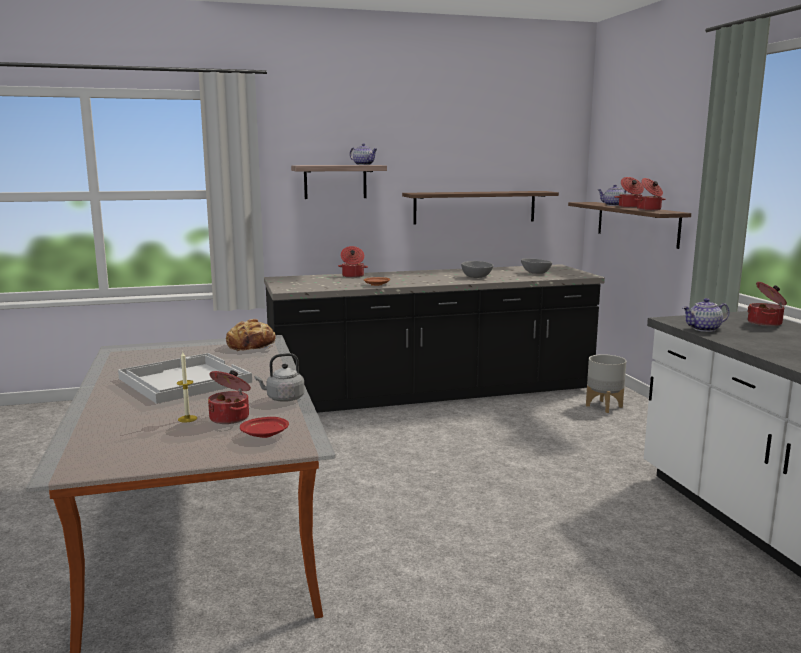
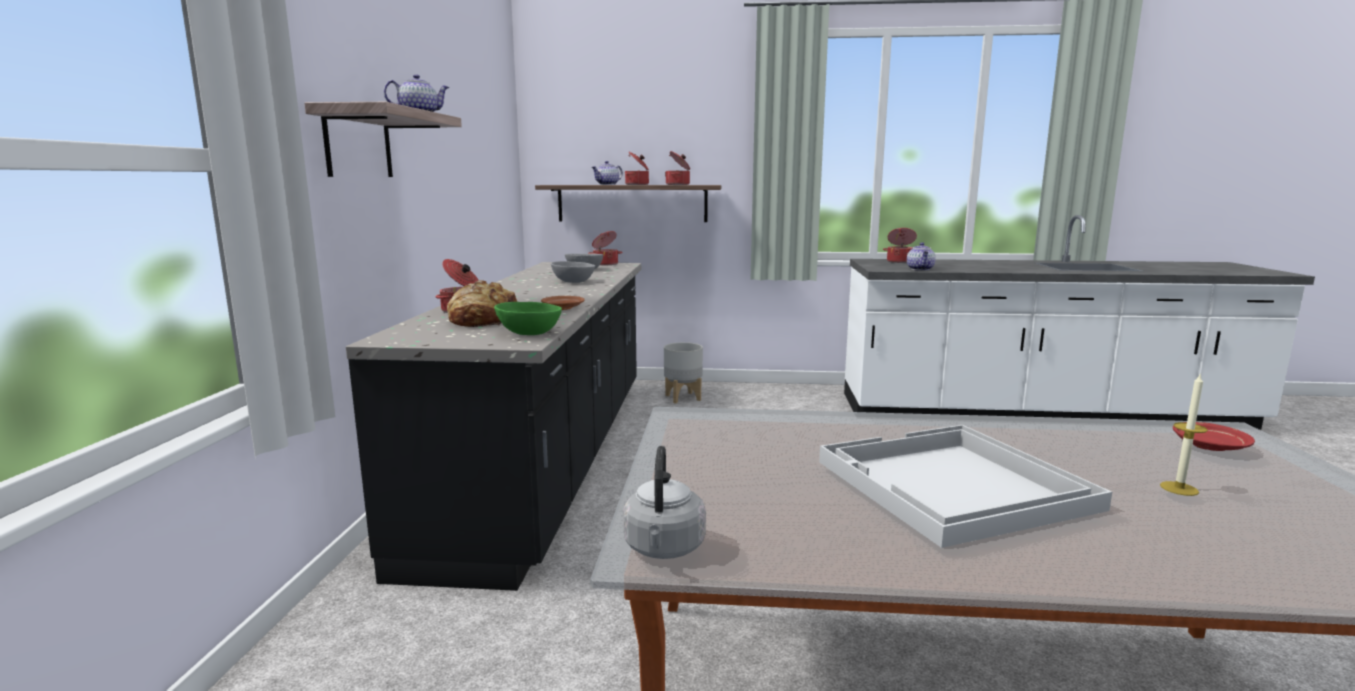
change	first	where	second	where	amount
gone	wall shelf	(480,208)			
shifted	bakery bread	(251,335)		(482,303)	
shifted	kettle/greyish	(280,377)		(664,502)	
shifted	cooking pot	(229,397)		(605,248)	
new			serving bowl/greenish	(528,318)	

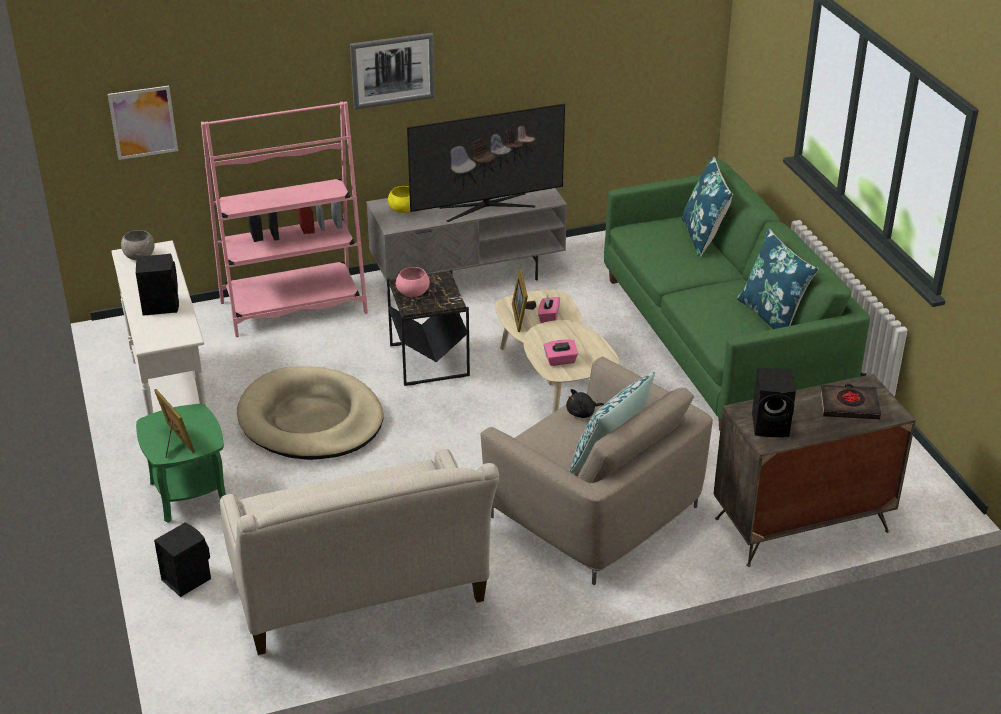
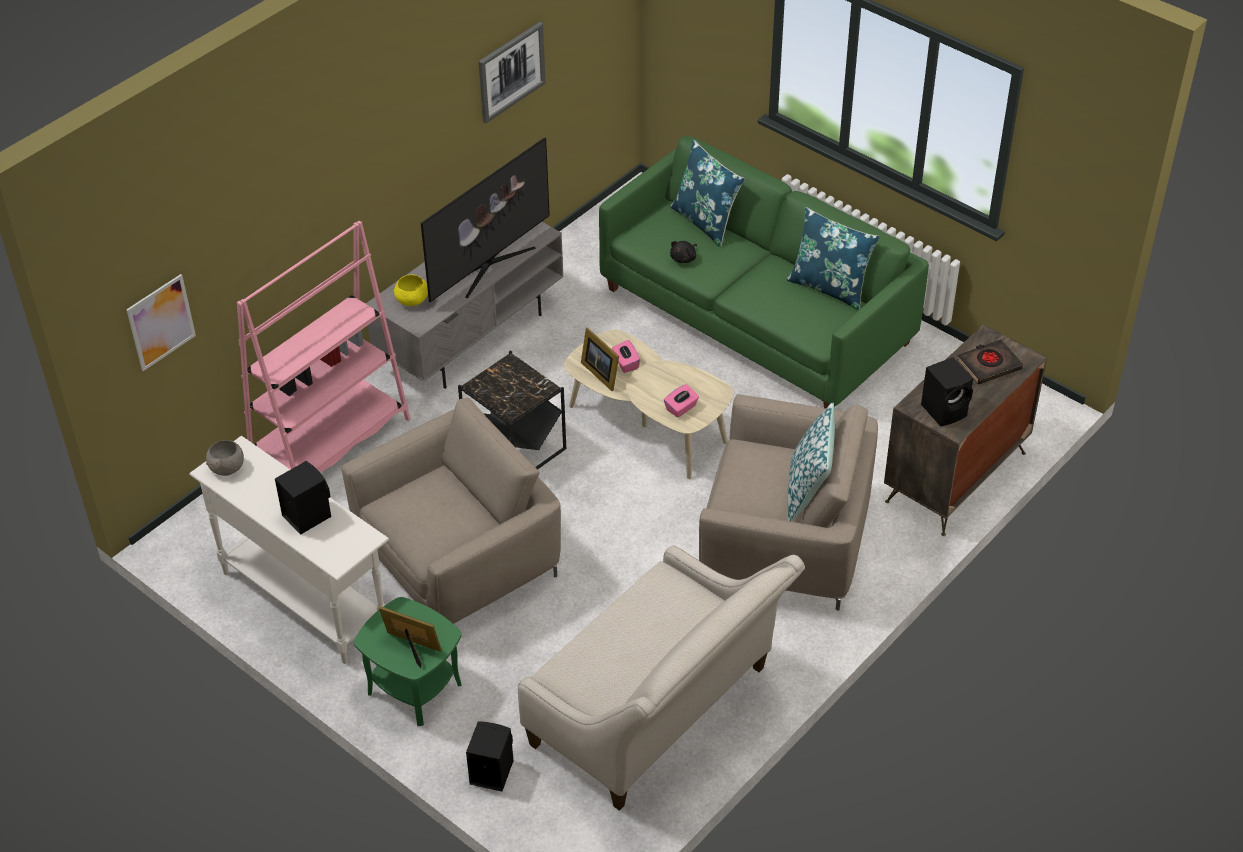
change	first	where	second	where	amount
shifted	wall picture	(392,71)		(512,72)	
gone	serving bowl/pinkish	(413,282)			
swapped	dog bed/beige	(310,413)	easy chair/beige	(451,511)	
shifted	cuddly toy/blackish	(585,403)		(683,252)	

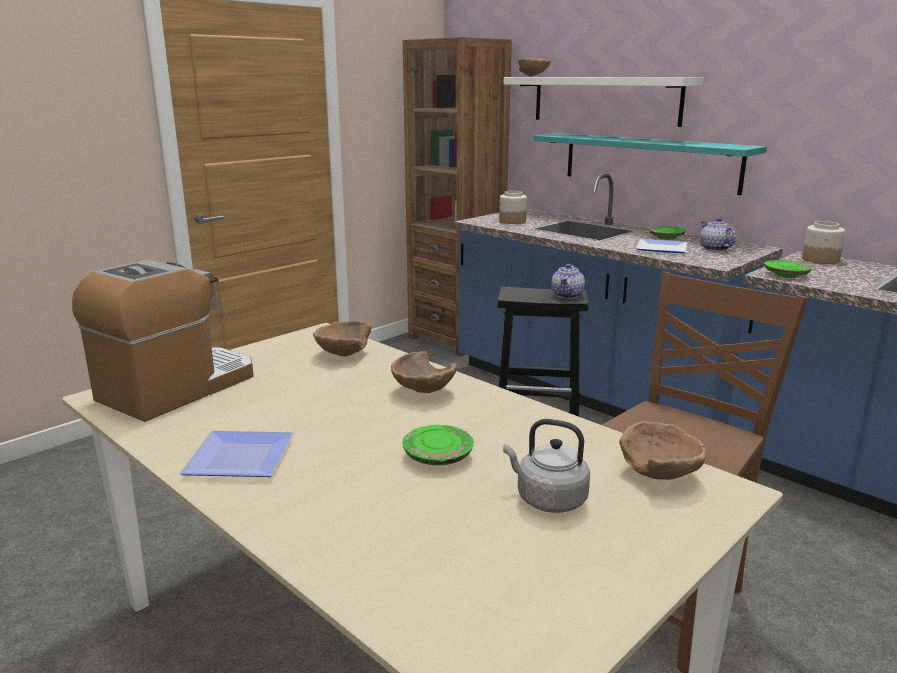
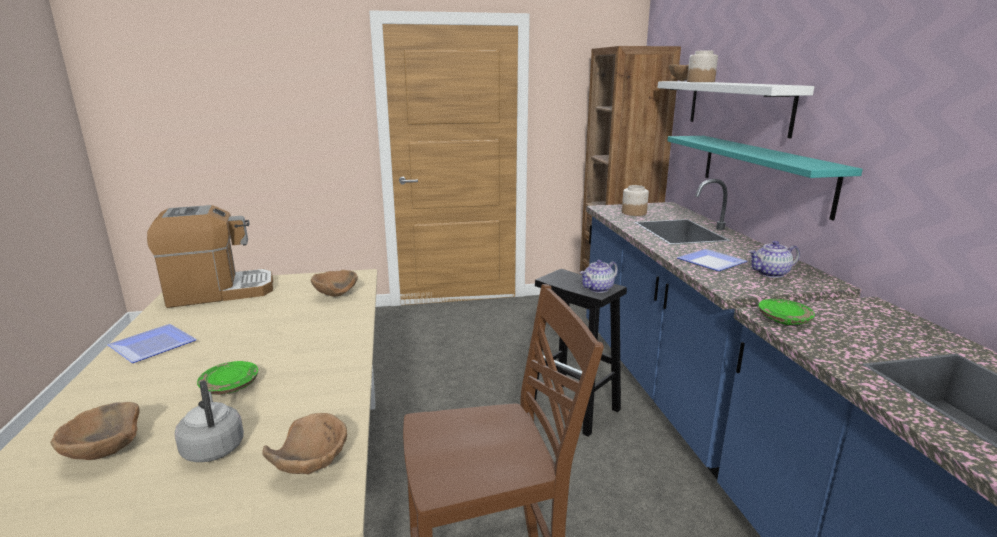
change	first	where	second	where	amount
rotated	teapot	(718,234)		(774,259)	120 degrees counterclockwise
shifted	jar	(823,242)		(702,66)	
gone	dinner plate/greenish	(667,232)			
shifted	serving bowl/brownish	(424,372)		(95,431)	

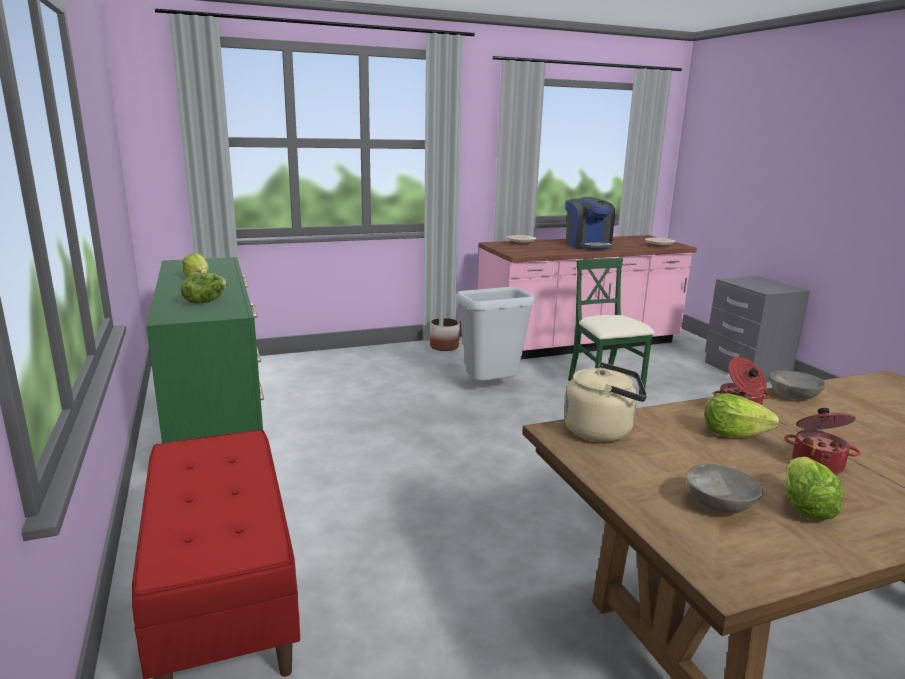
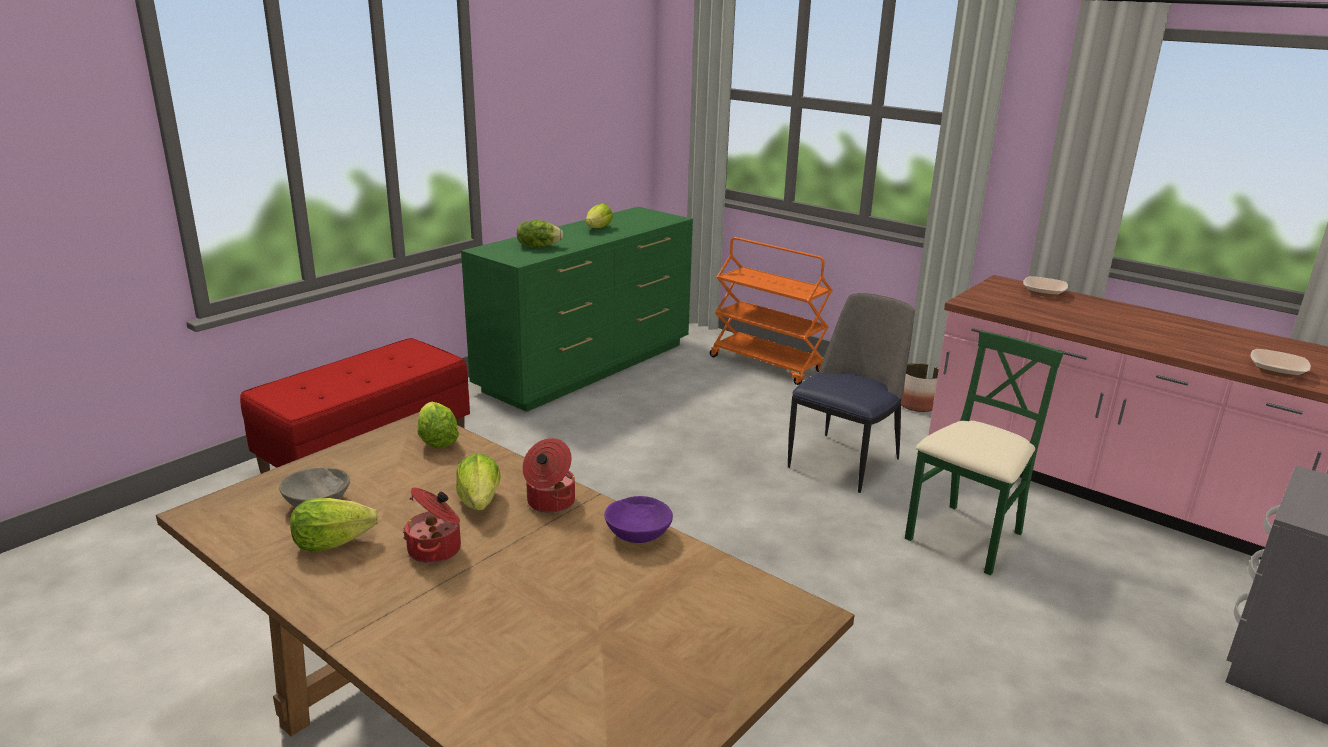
change	first	where	second	where	amount
gone	coffee maker	(590,223)			
swapped	rubbish bin/greyish	(495,334)	upright chair	(851,393)	
swapped	kettle/beige	(605,402)	lettuce	(438,425)	
repainted	serving bowl/greyish	(797,385)	serving bowl/purple	(638,519)	
new			trolley/orange	(771,311)	

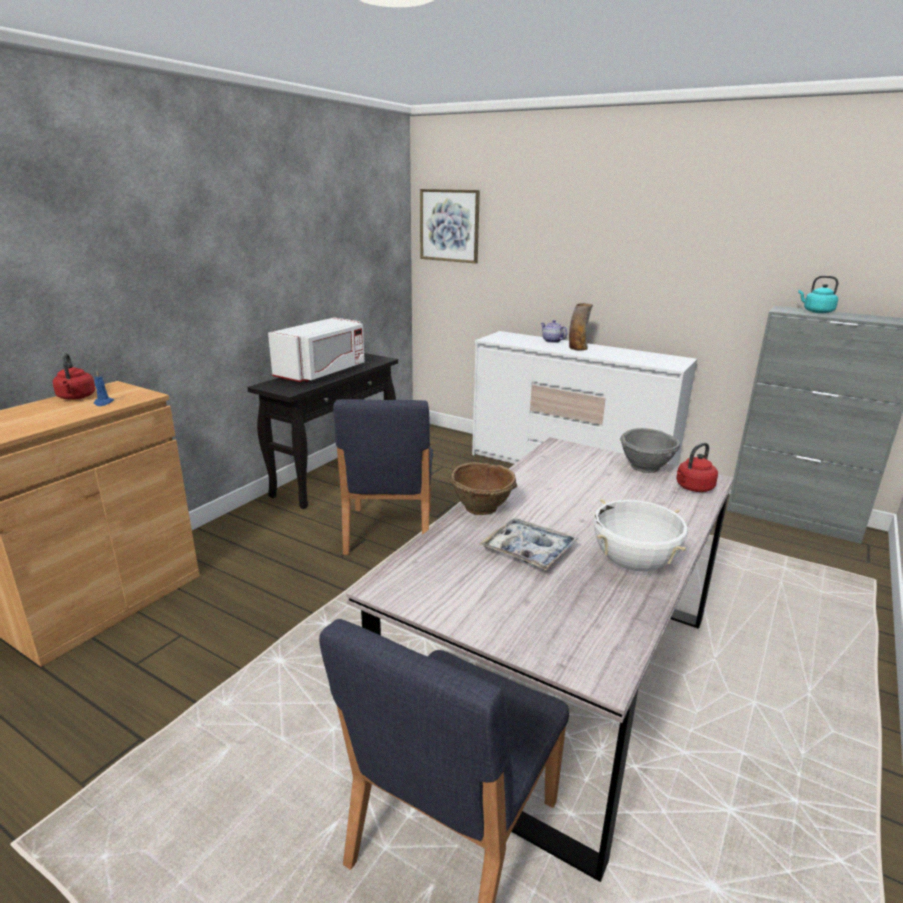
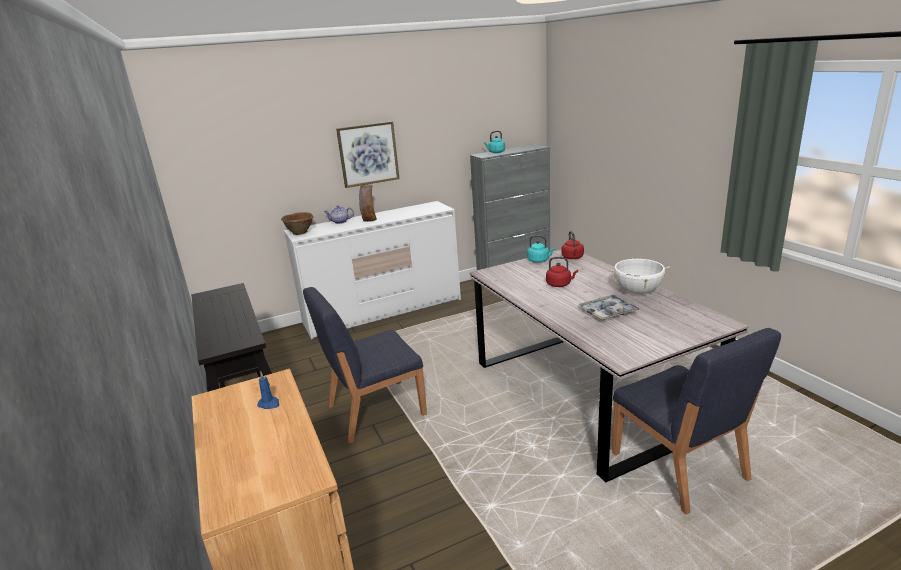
change	first	where	second	where	amount
shifted	wall picture	(450,226)		(367,154)	
gone	microwave oven/white-coloured	(316,349)			
shifted	kettle/red-coloured	(74,376)		(562,272)	
rotated	upright chair/bluish	(383,477)		(365,365)	120 degrees clockwise
swapped	serving bowl/greyish	(650,450)	kettle/turquoise	(541,249)	
shifted	serving bowl/brownish	(483,488)		(297,223)	

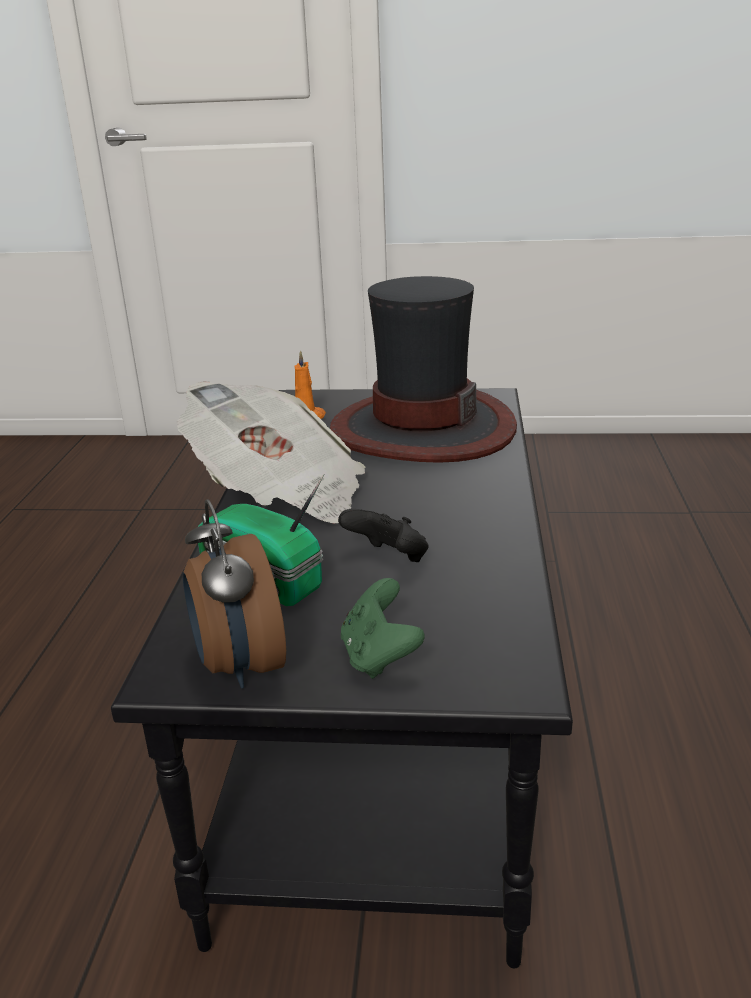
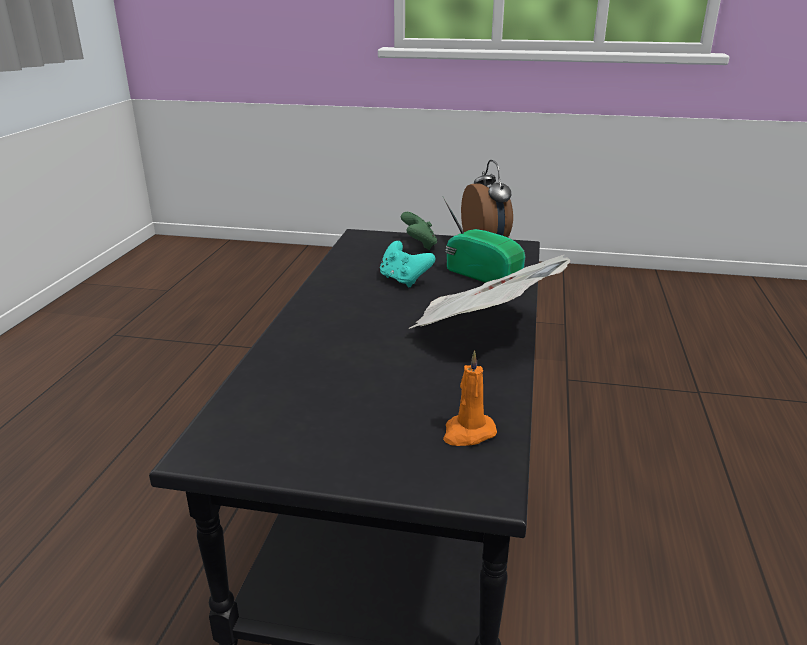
change	first	where	second	where	amount
gone	hat	(423,369)			
repainted	gamepad/blackish	(383,535)	gamepad/turquoise	(407,264)	

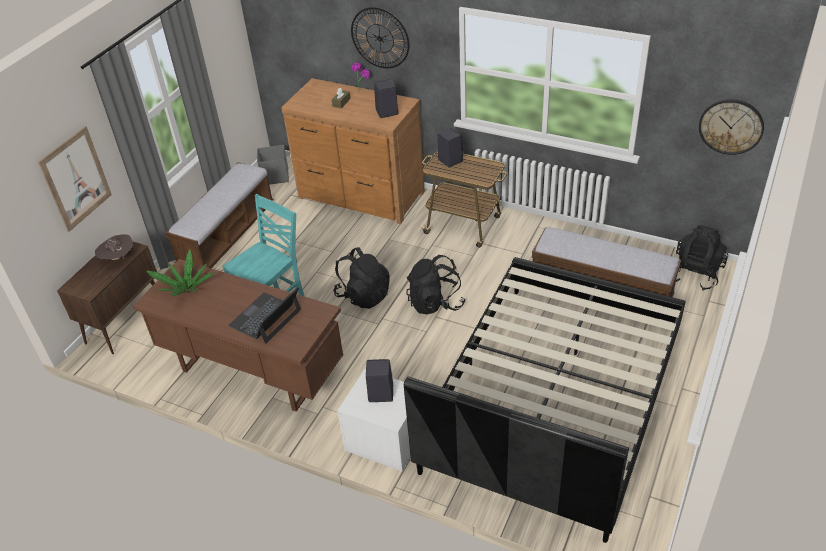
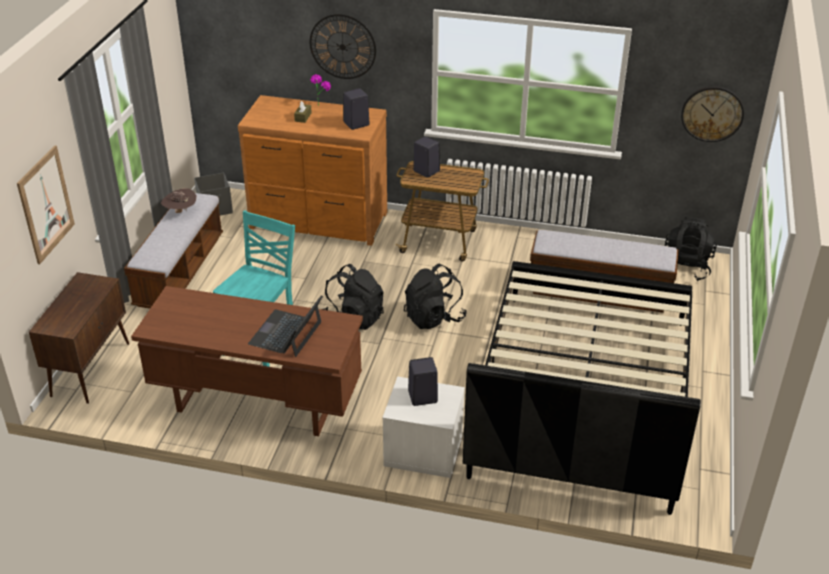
change	first	where	second	where	amount
shifted	hat/brownish	(114,247)		(179,200)	
gone	potted plant	(180,272)			

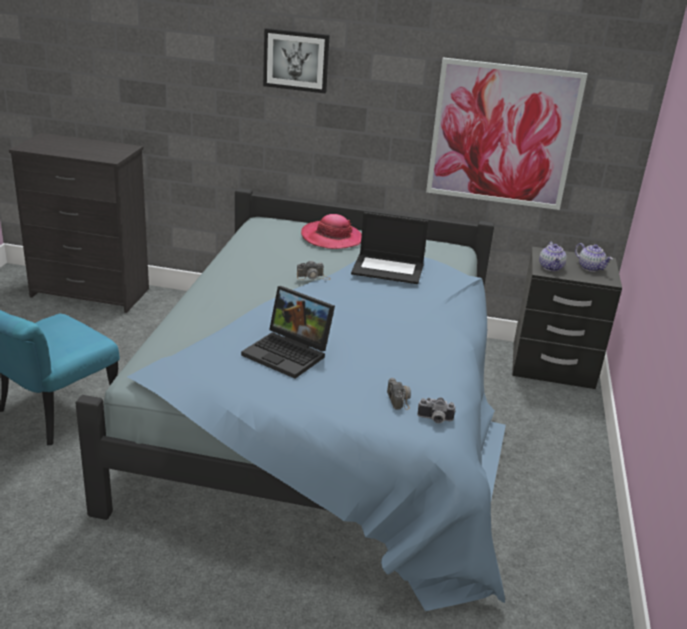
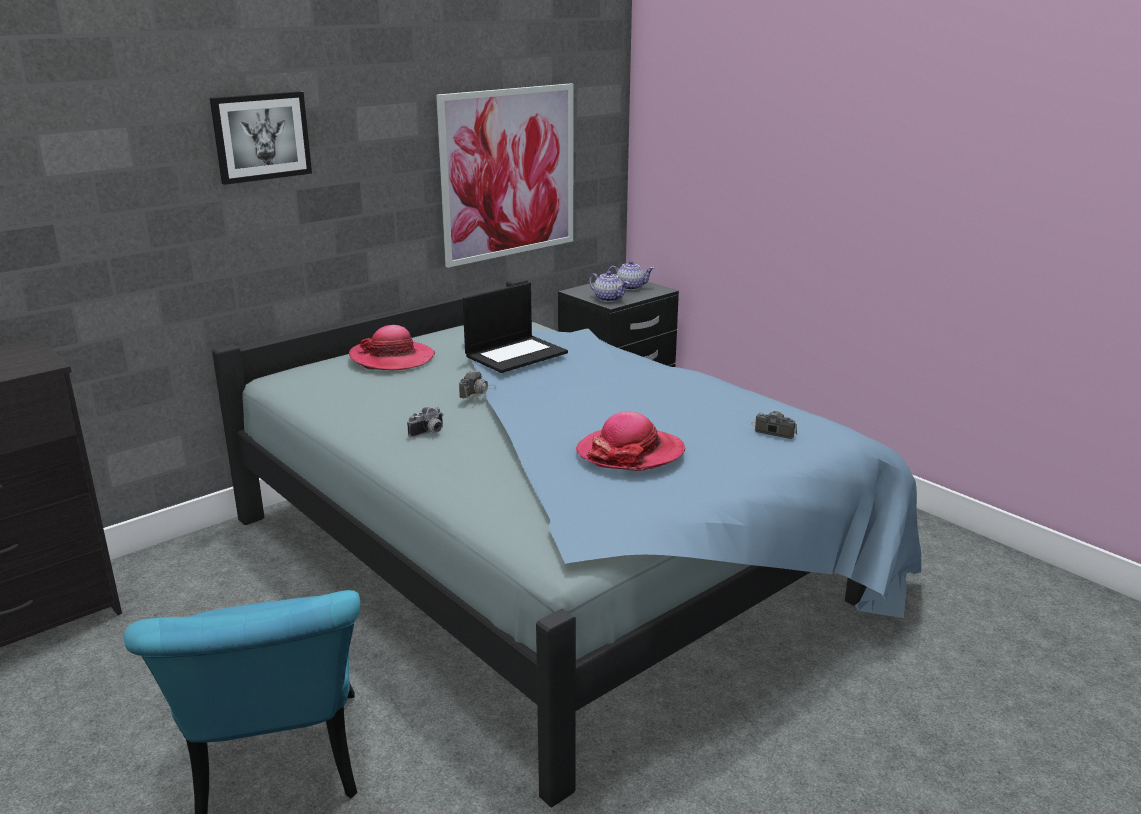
change	first	where	second	where	amount
swapped	laptop	(288,332)	hat	(630,441)	
shifted	still camera	(437,410)		(425,422)	

